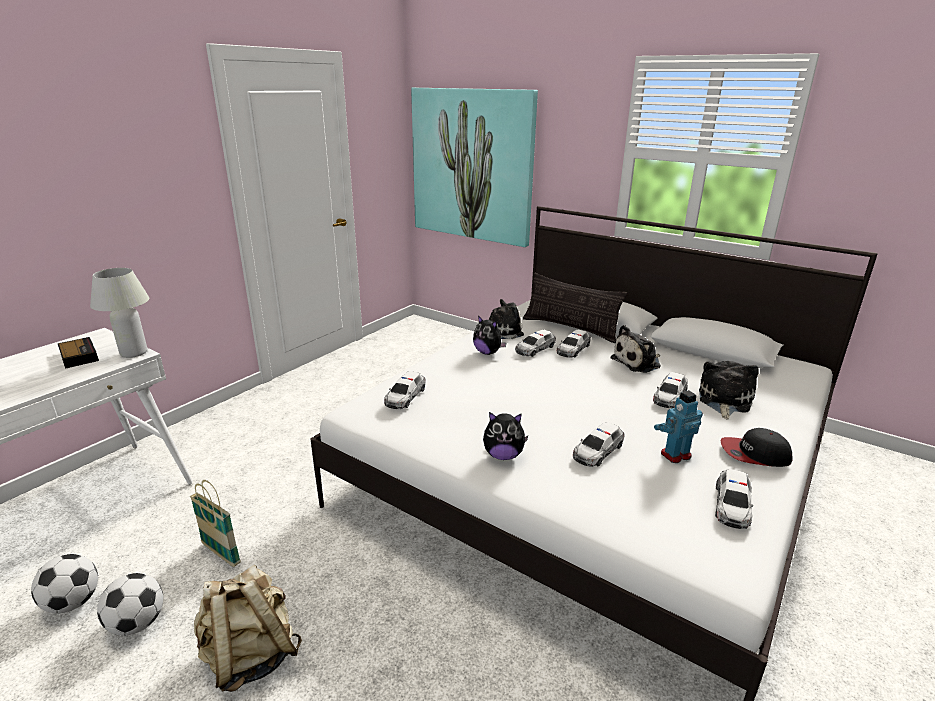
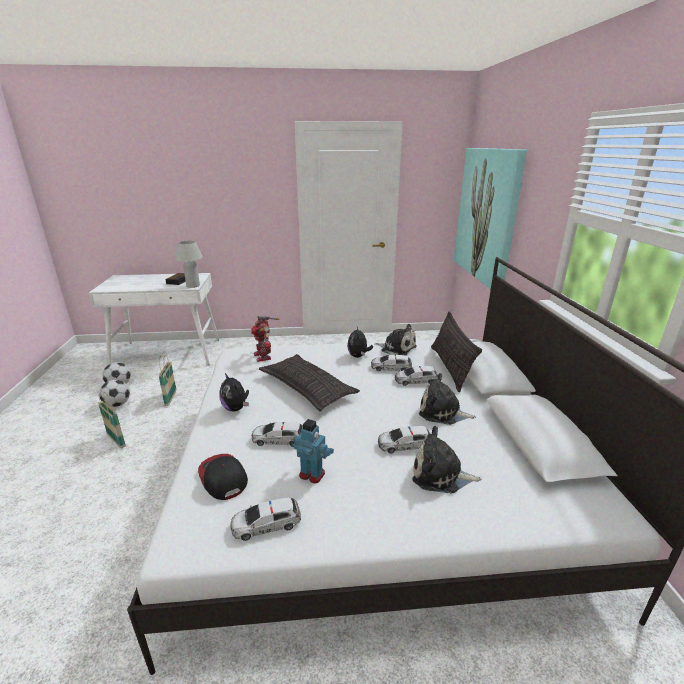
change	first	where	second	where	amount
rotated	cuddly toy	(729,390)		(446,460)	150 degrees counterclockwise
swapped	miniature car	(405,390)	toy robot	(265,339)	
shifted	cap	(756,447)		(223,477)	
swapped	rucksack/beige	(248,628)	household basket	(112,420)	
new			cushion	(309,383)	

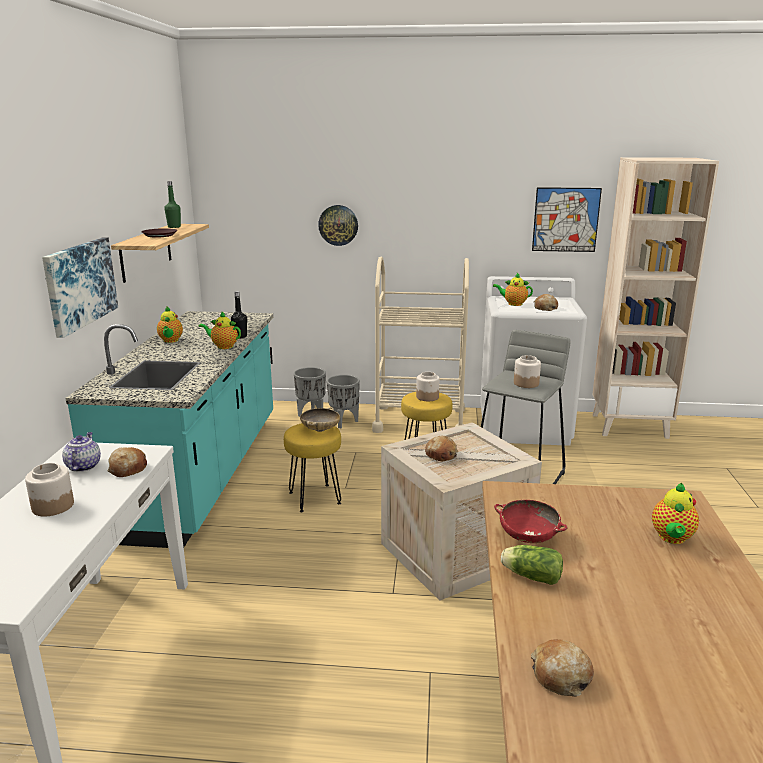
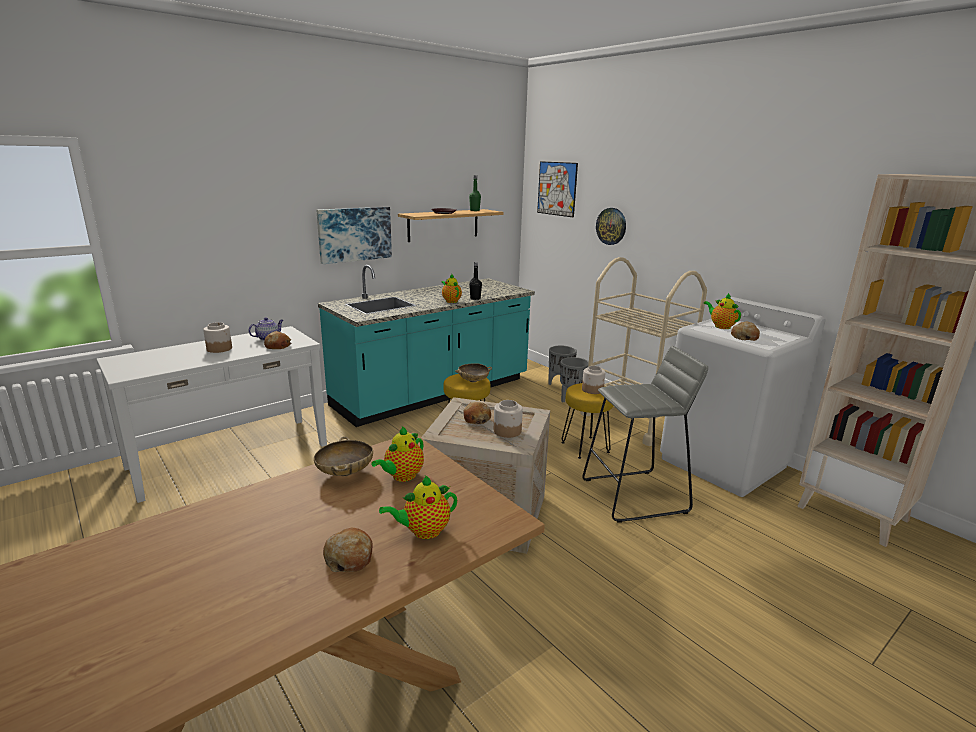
change	first	where	second	where	amount
shifted	wall picture	(567,219)		(557,189)	
shifted	teapot	(170,324)		(397,454)	
shifted	jar	(527,371)		(508,419)	
repainted	serving bowl/red-coloured	(531,521)	serving bowl/beige	(343,456)	
gone	lettuce	(532,565)			
shifted	bakery bread	(562,668)		(348,550)	

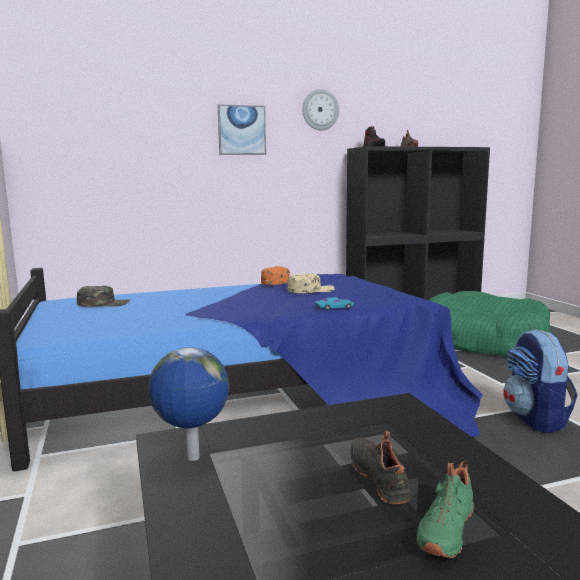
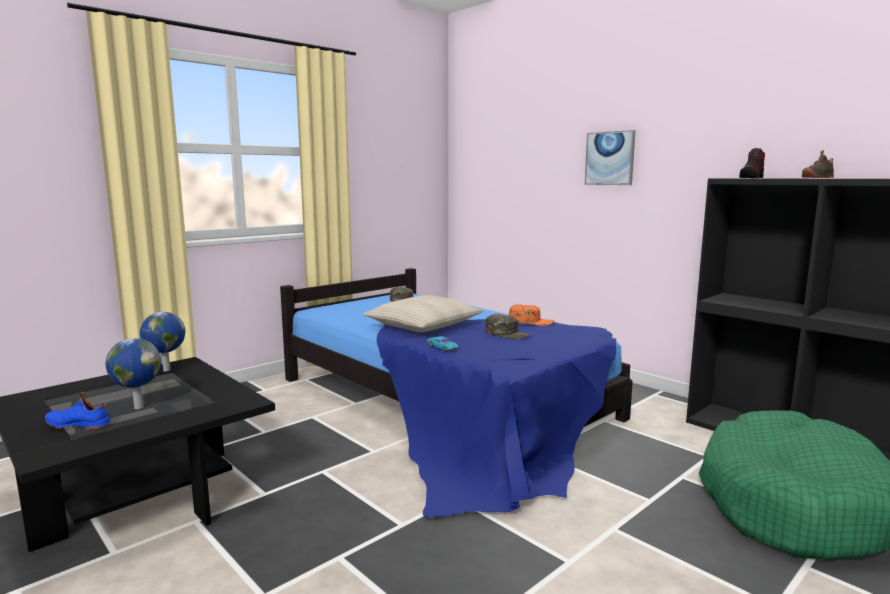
change	first	where	second	where	amount
gone	wall clock	(320,109)			
repainted	cap/beige	(311,283)	cap/greenish	(507,327)	
gone	rucksack	(540,381)			
swapped	low shoe/blackish	(380,467)	desk globe	(133,373)	
repainted	low shoe/greenish	(445,509)	low shoe/bluish	(78,411)	
new			cushion/beige	(423,313)	

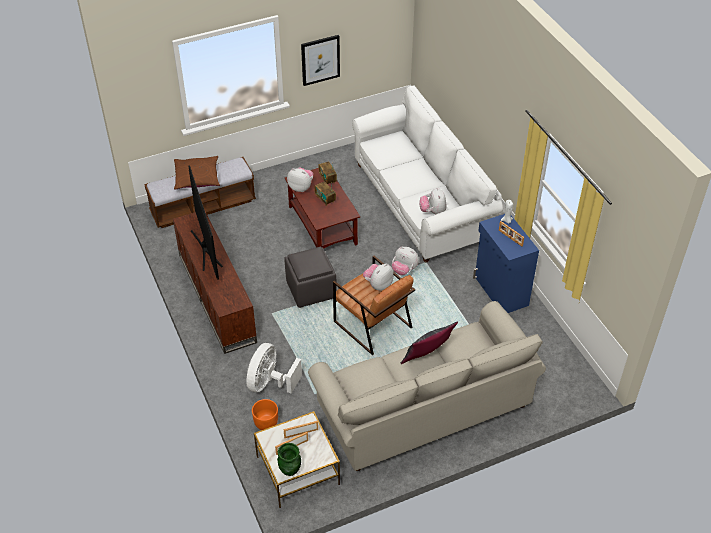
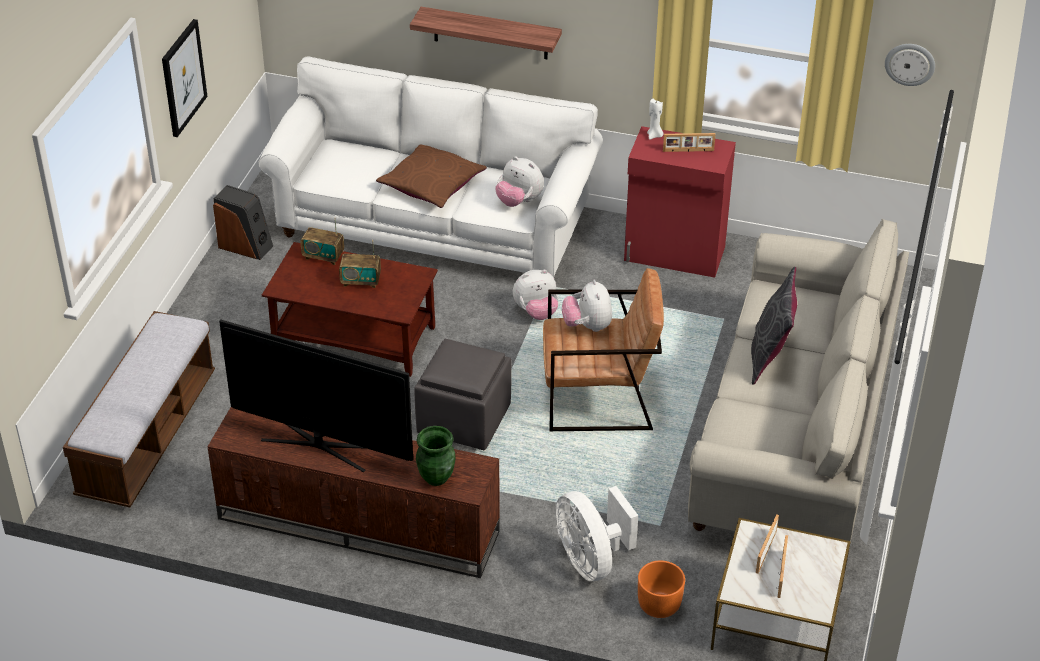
change	first	where	second	where	amount
shifted	cushion/brownish	(197,172)		(431,176)	
gone	cuddly toy	(300,179)			
repainted	cabinet/bluish	(506,263)	cabinet/red-coloured	(680,202)	
shifted	flower vase/greenish	(289,459)		(436,456)	
new			wall shelf	(486,33)	
new			wall clock	(910,65)	
new			audio speaker	(243,222)	

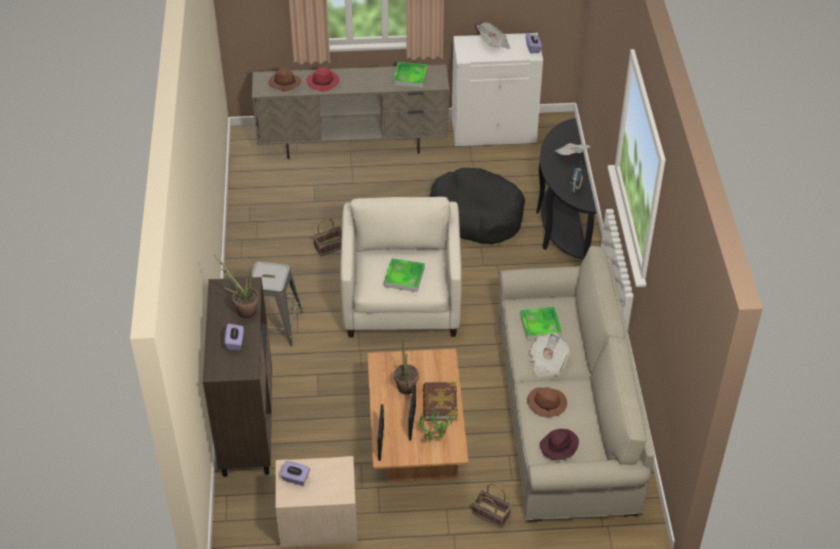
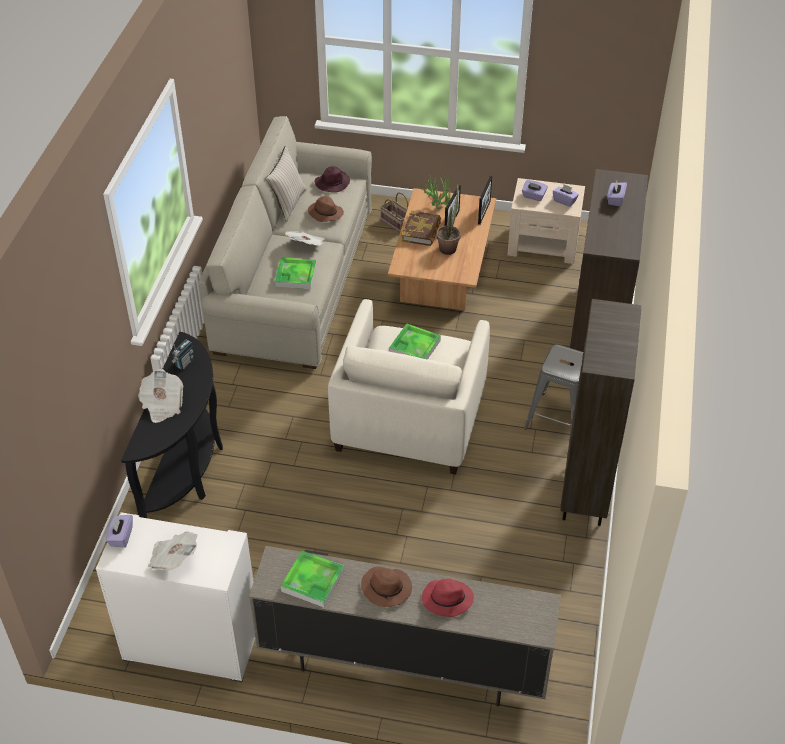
change	first	where	second	where	amount
shifted	hat/brownish	(284,80)		(386,587)	
gone	dog bed/blackish	(477,206)			
gone	household basket	(327,237)			
gone	potted plant	(236,286)			
new			cushion/beige	(286,183)	
new			box of tissues/purple	(535,190)	
new			bookshelf/brownish	(600,412)	

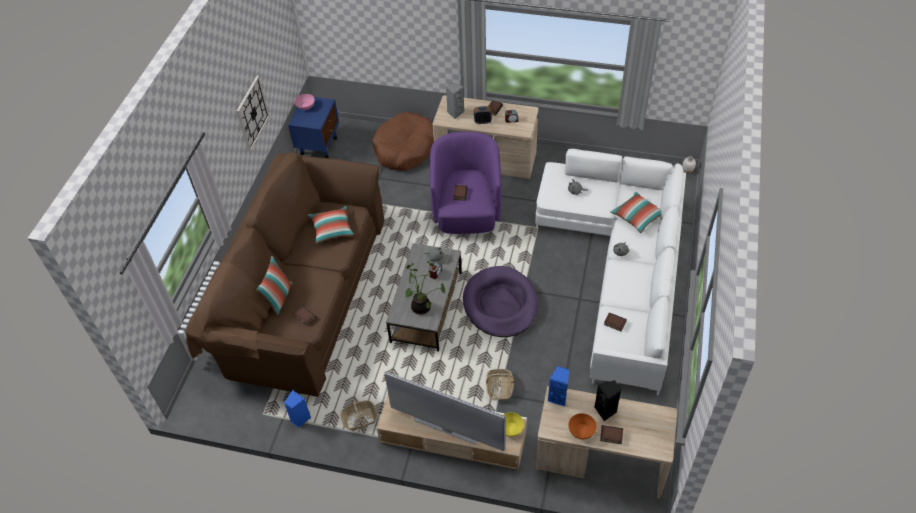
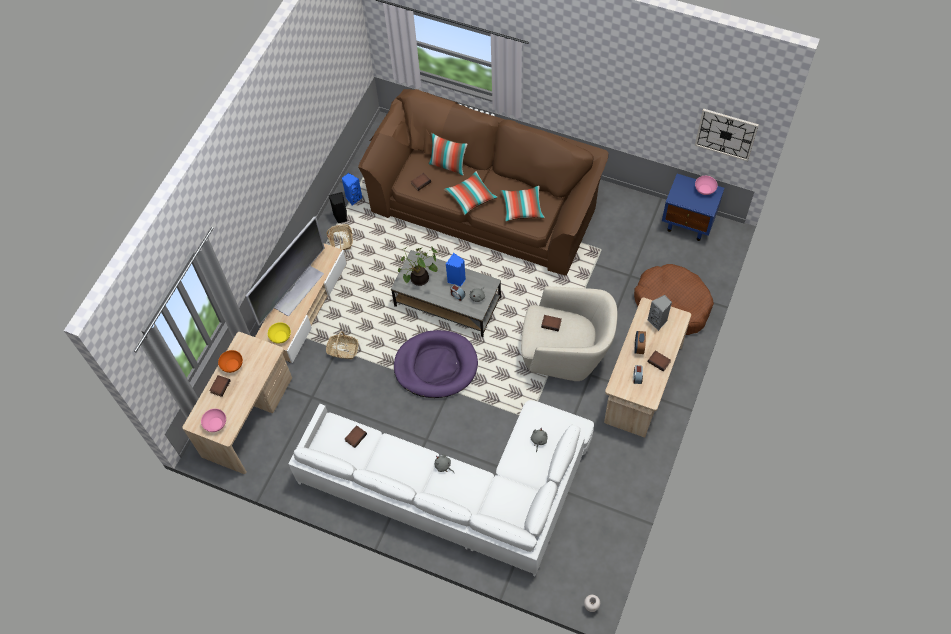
change	first	where	second	where	amount
shifted	wall clock	(253,114)		(727,135)	
repainted	easy chair/purple	(466,183)	easy chair/beige	(569,333)	
shifted	cushion	(636,212)		(470,193)	
shifted	audio speaker/bluish	(558,386)		(456,270)	
shifted	audio speaker/blackish	(608,400)		(337,208)	
new			serving bowl/pinkish	(213,420)	

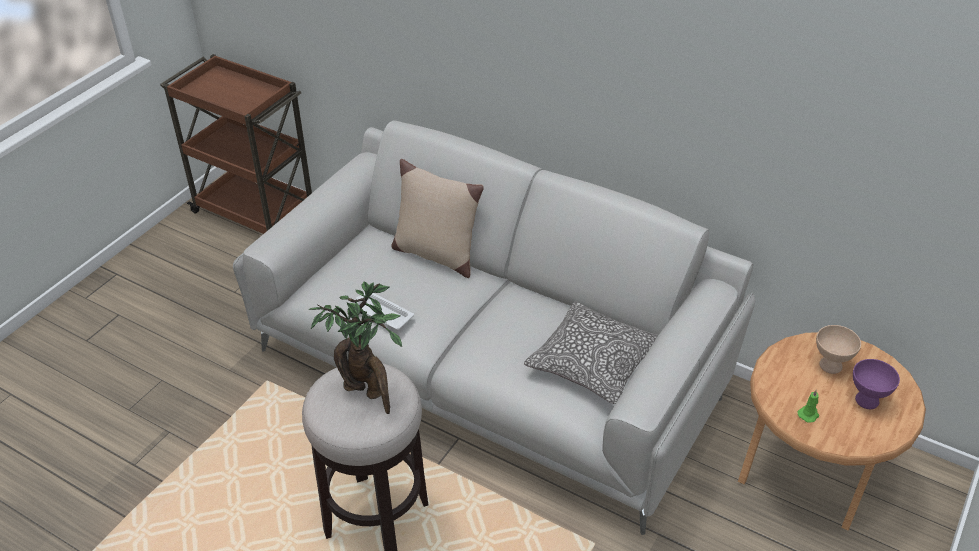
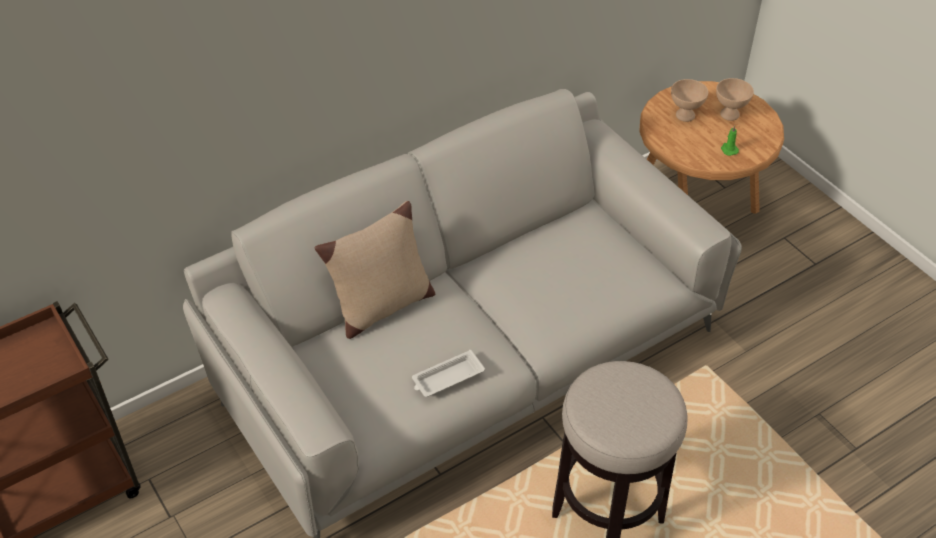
change	first	where	second	where	amount
gone	potted plant	(355,347)			
gone	cushion	(591,352)			
repainted	serving bowl/purple	(876,384)	serving bowl/beige	(735,99)	

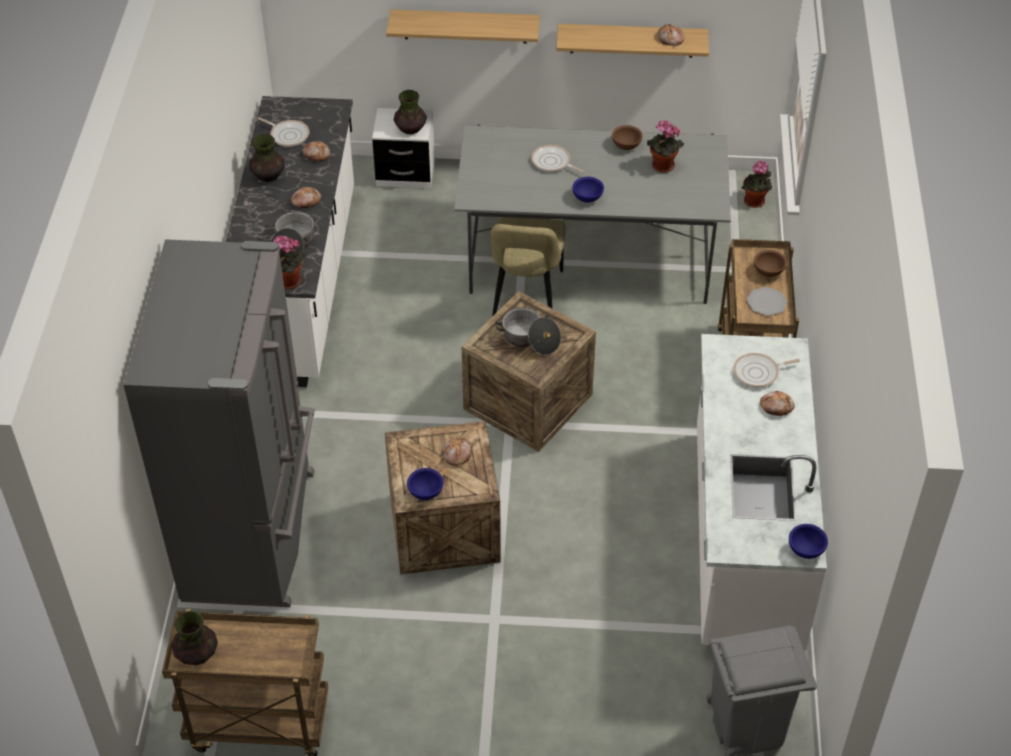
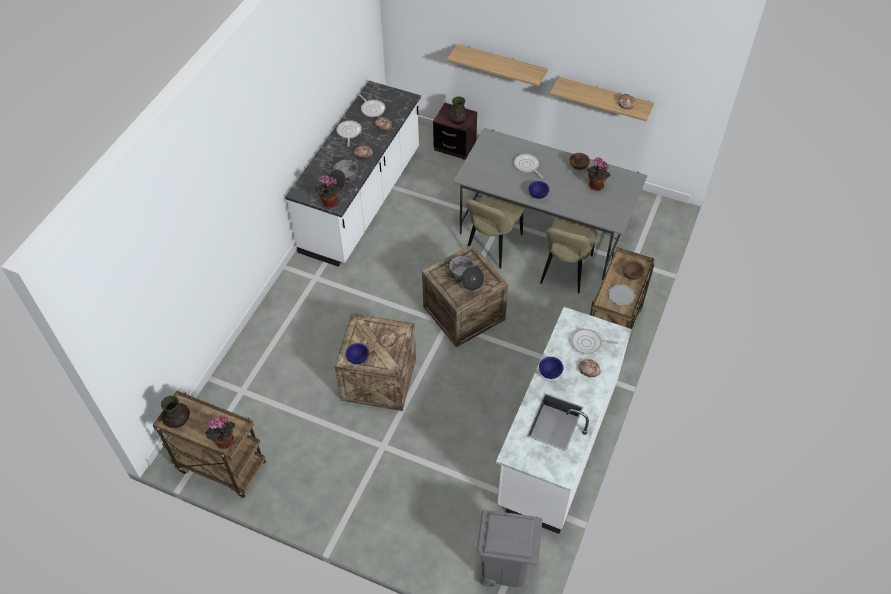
change	first	where	second	where	amount
repainted	bedside table/white-coloured	(403,148)	bedside table/brownish	(455,131)	
swapped	flower vase	(267,158)	pan	(349,133)	
shifted	potted plant	(756,184)		(220,432)	
gone	kitchen fridge/greyish	(219,423)			
shifted	serving bowl/bluish	(808,541)		(551,368)	
new			upright chair/beige	(569,255)	

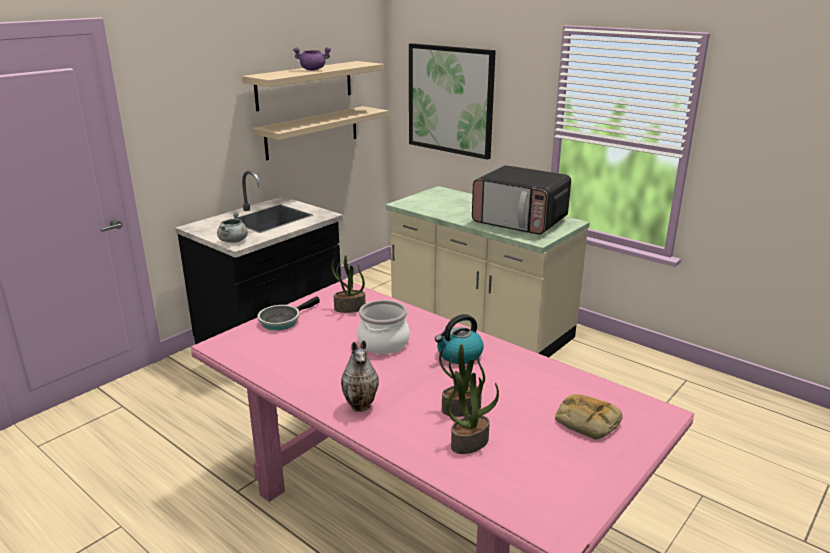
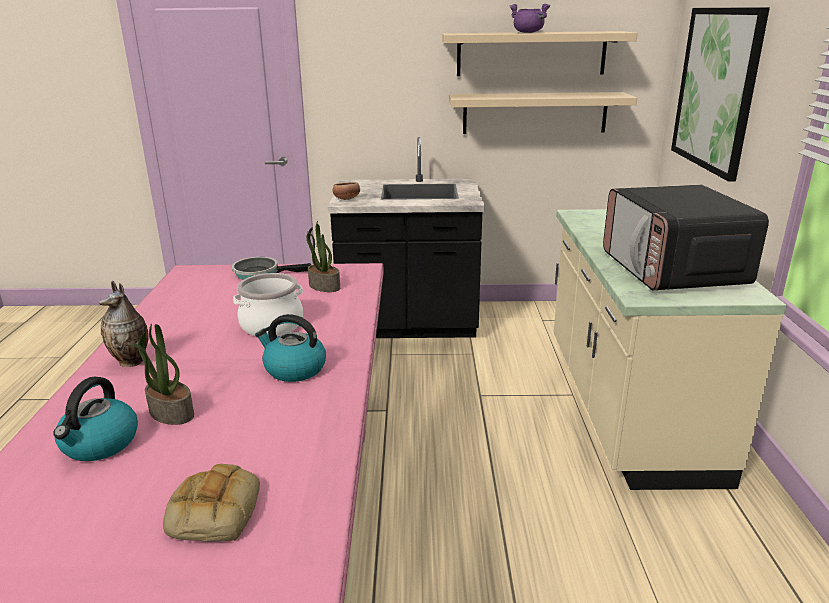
change	first	where	second	where	amount
swapped	cooking pot/greyish	(232,227)	serving bowl	(346,191)	
swapped	potted plant	(472,412)	kettle	(95,419)	

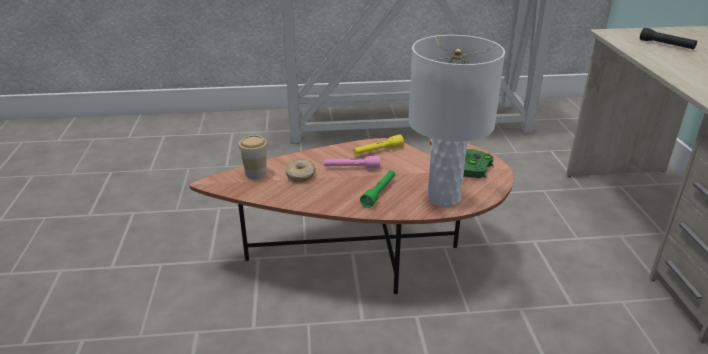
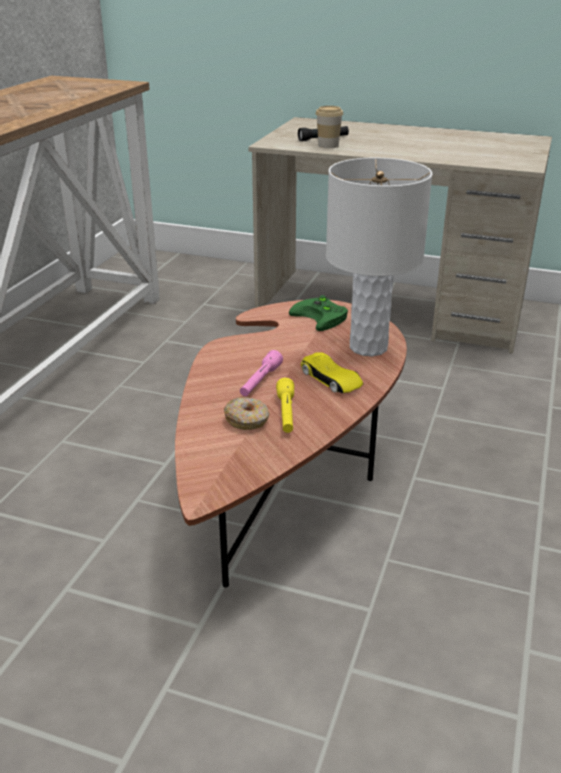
change	first	where	second	where	amount
shifted	torch/yellowish	(378,144)		(285,405)	
shifted	drinking cup	(253,157)		(329,127)	
swapped	torch/greenish	(377,189)	miniature car/yellowish	(332,372)	

